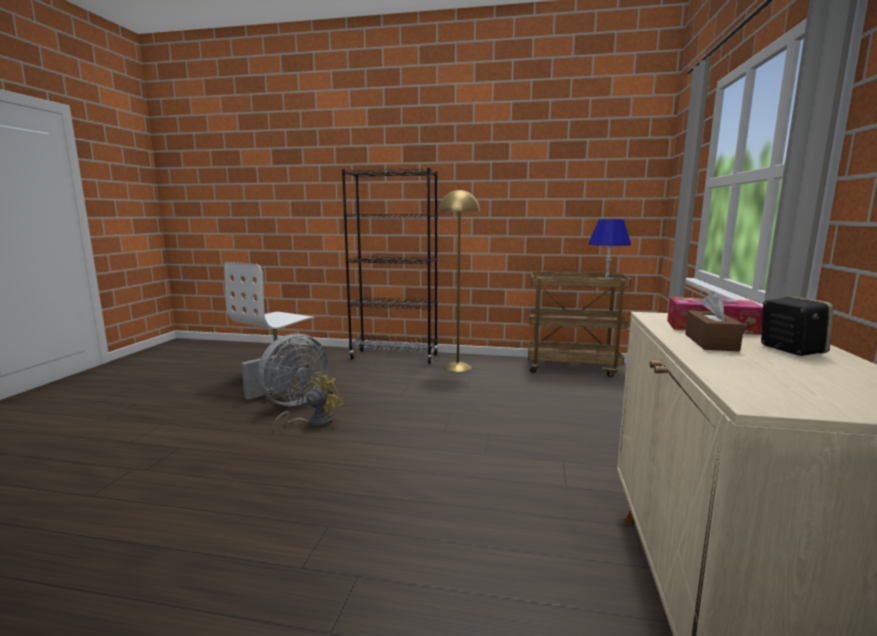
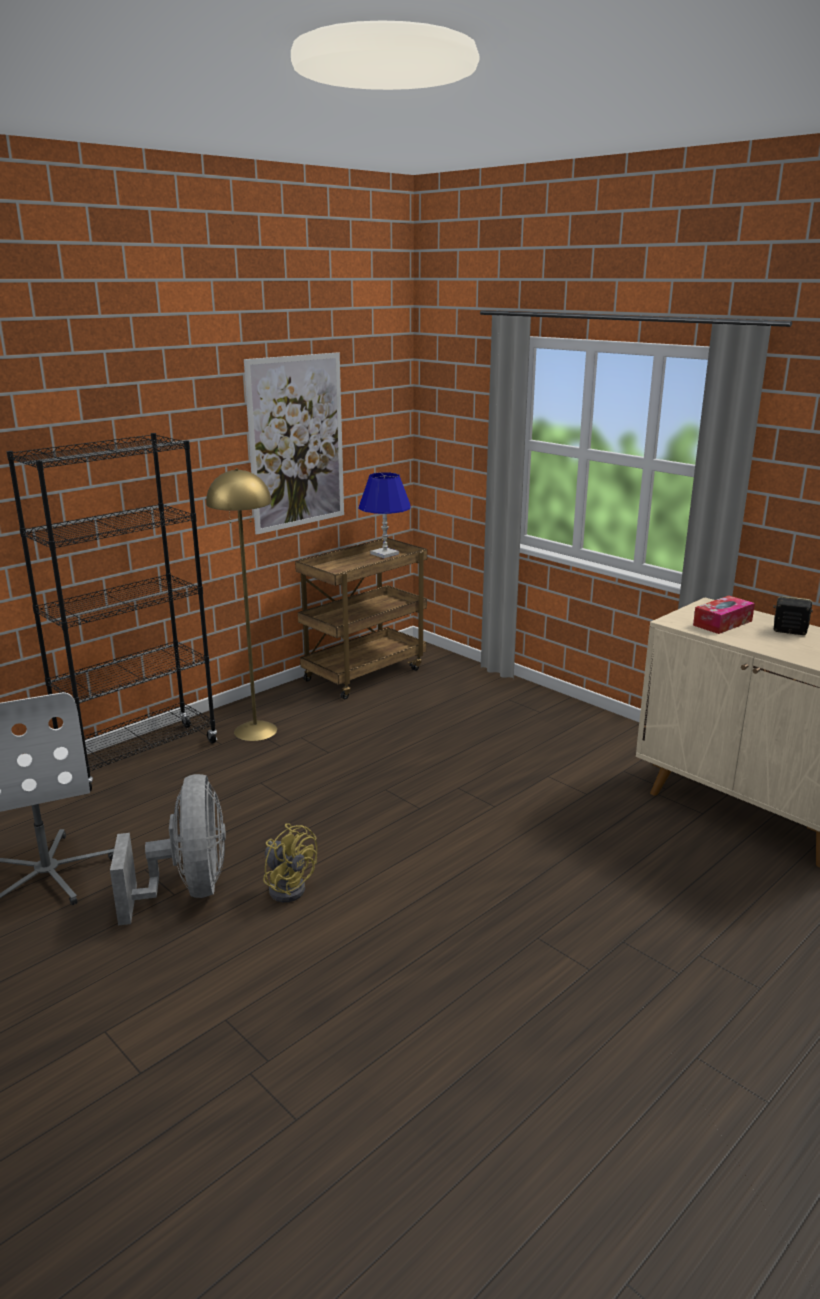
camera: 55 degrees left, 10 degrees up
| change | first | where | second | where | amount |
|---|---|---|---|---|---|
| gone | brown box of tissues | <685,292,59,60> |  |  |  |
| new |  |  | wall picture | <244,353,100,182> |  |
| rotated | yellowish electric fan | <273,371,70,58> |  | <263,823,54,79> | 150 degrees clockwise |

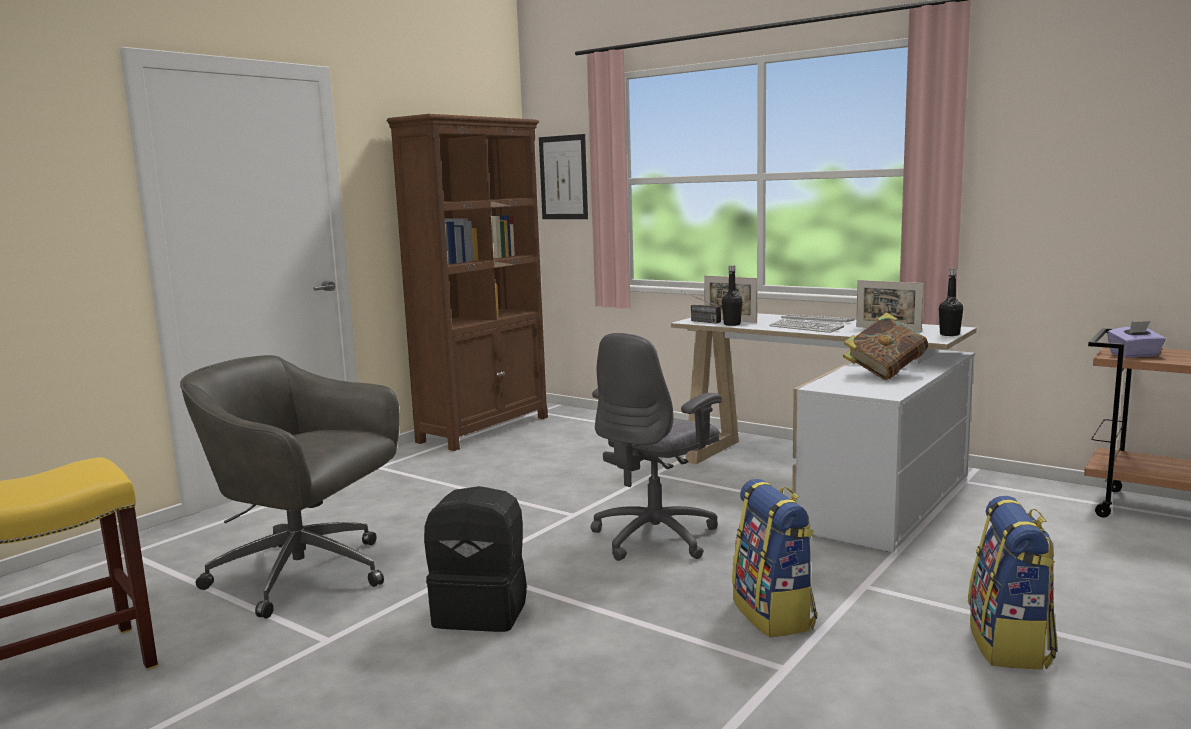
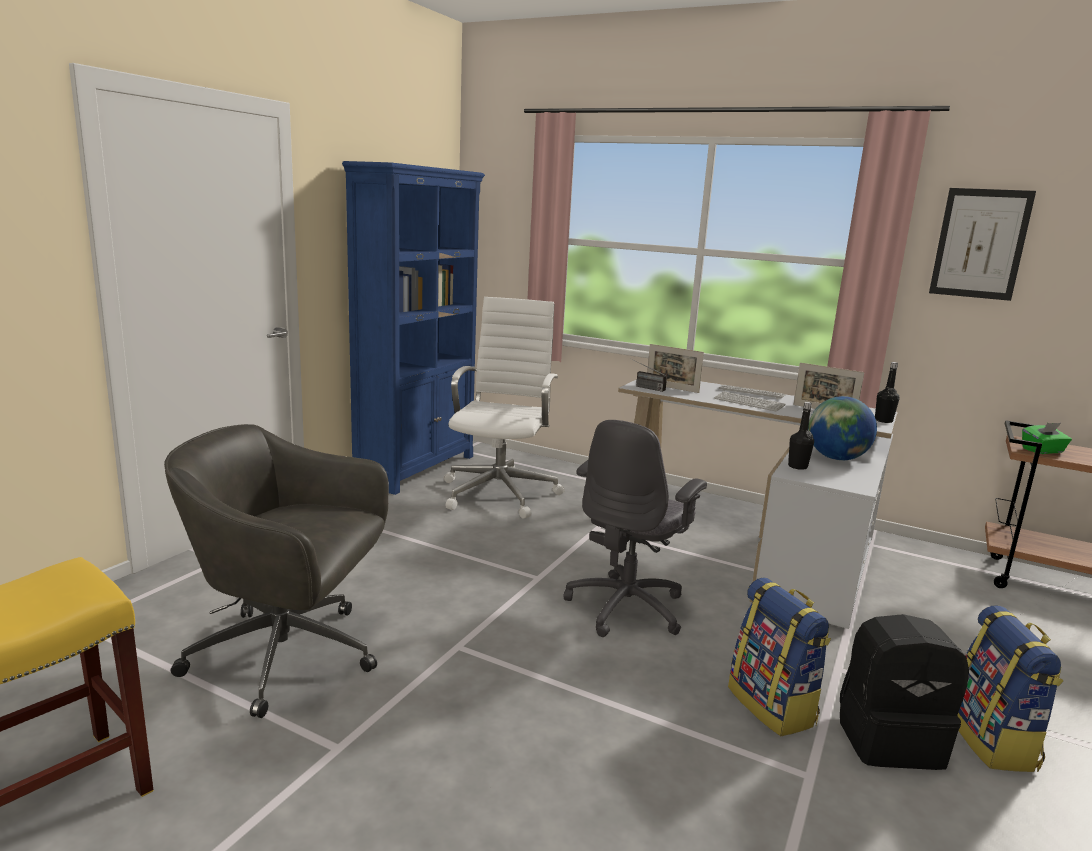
camera: 10 degrees left, 5 degrees up
| change | first | where | second | where | amount |
|---|---|---|---|---|---|
| new |  |  | white-coloured office chair | <444,297,121,222> |  |
| shifted | blackish rucksack | <424,486,103,146> |  | <840,614,129,156> |  |
| shifted | wall picture | <539,134,49,85> |  | <929,188,107,113> |  |
| shifted | blackish drink bottle | <722,266,20,60> |  | <788,402,26,68> |  |
| swapped | volume | <843,312,85,68> | world globe | <808,396,69,65> |  |
| repainted | brown bookshelf | <387,114,161,337> | bluish bookshelf | <342,161,143,334> |  |
| repainted | purple-coloured box of tissues | <1107,321,59,37> | green-coloured box of tissues | <1022,423,50,31> |  |

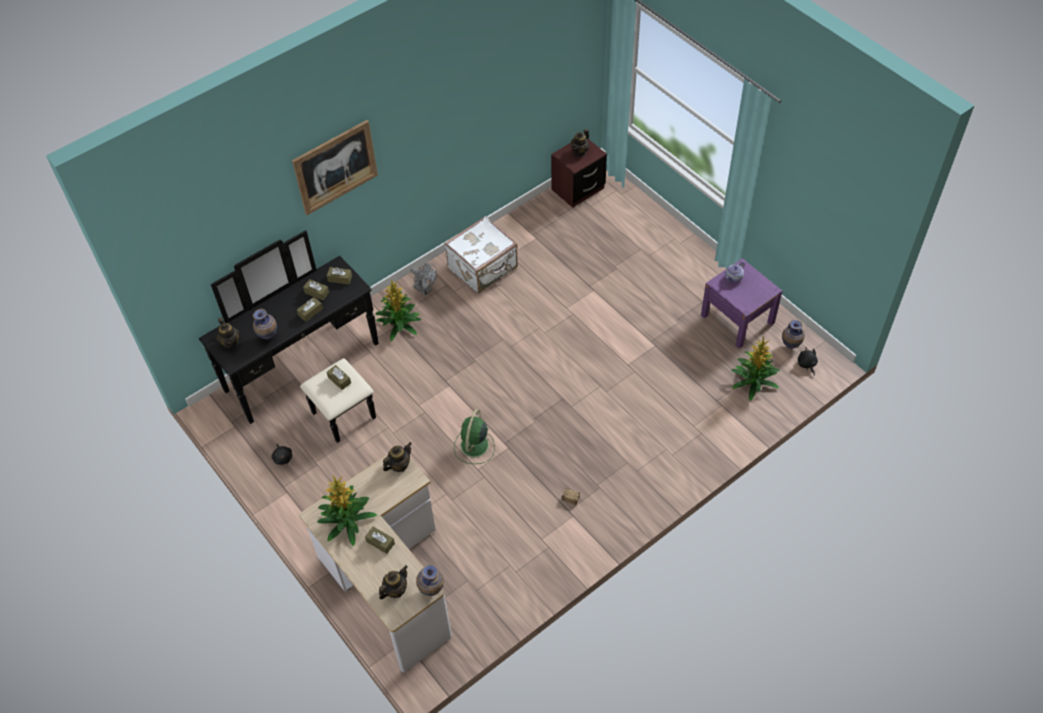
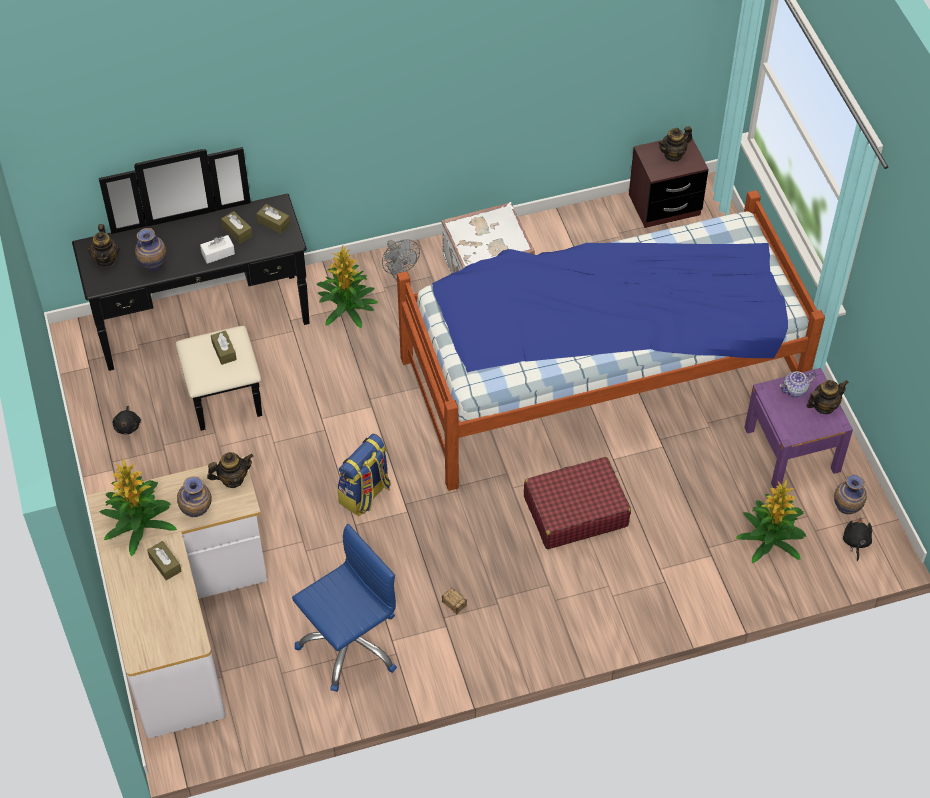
camera: 20 degrees right, 0 degrees up
| change | first | where | second | where | amount |
|---|---|---|---|---|---|
| gone | wall picture | <292,120,86,95> |  |  |  |
| new |  |  | bluish office chair | <292,524,105,168> |  |
| new |  |  | sleeping bed | <397,190,428,301> |  |
| new |  |  | red-coloured travel case | <524,457,107,92> |  |
| shifted | pot for tea | <379,565,29,34> |  | <807,380,42,34> |  |
| shifted | vase | <416,564,28,32> |  | <177,476,35,41> |  |
| swapped | green-coloured electric fan | <454,409,41,55> | rucksack | <338,434,53,82> |  |
| repainted | brown box of tissues | <297,297,26,25> | white-coloured box of tissues | <200,235,35,29> |  |

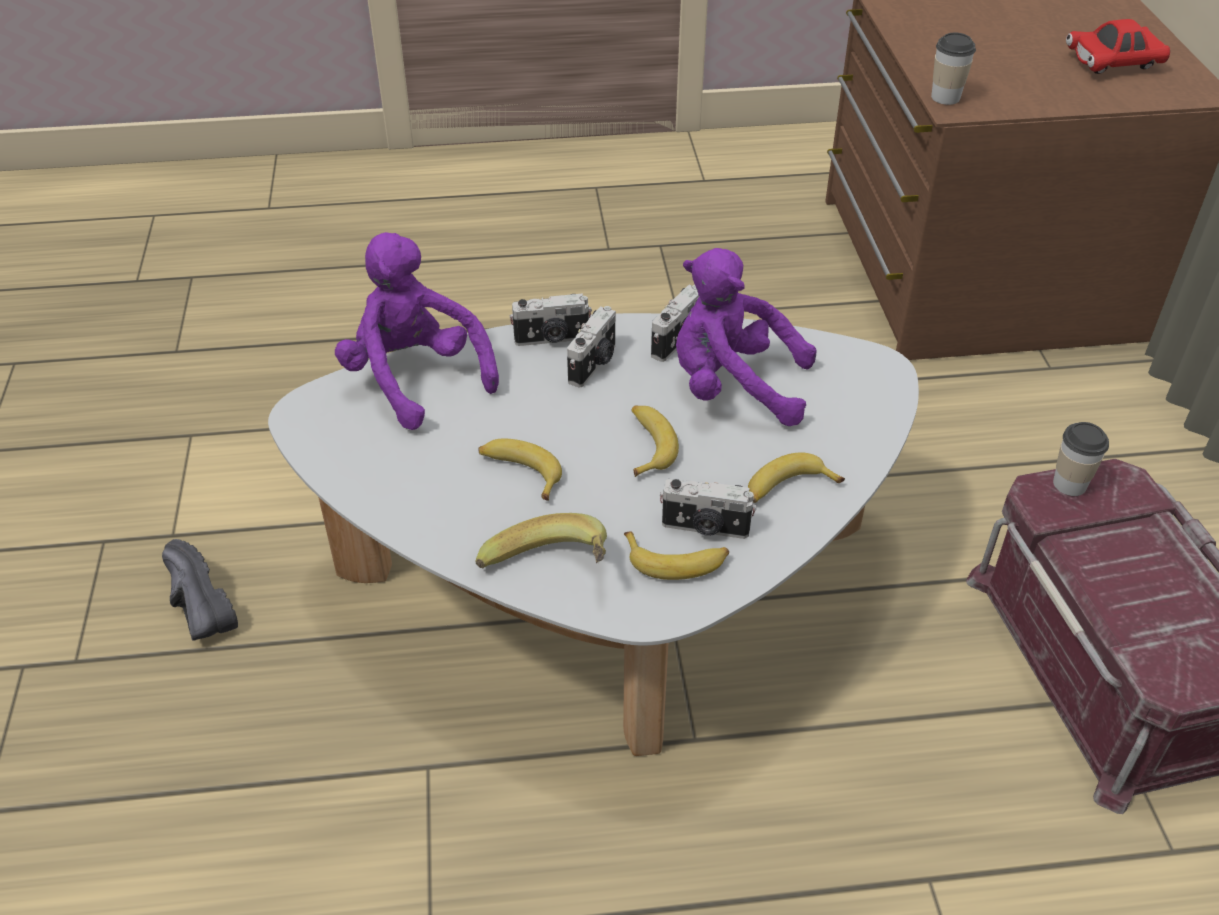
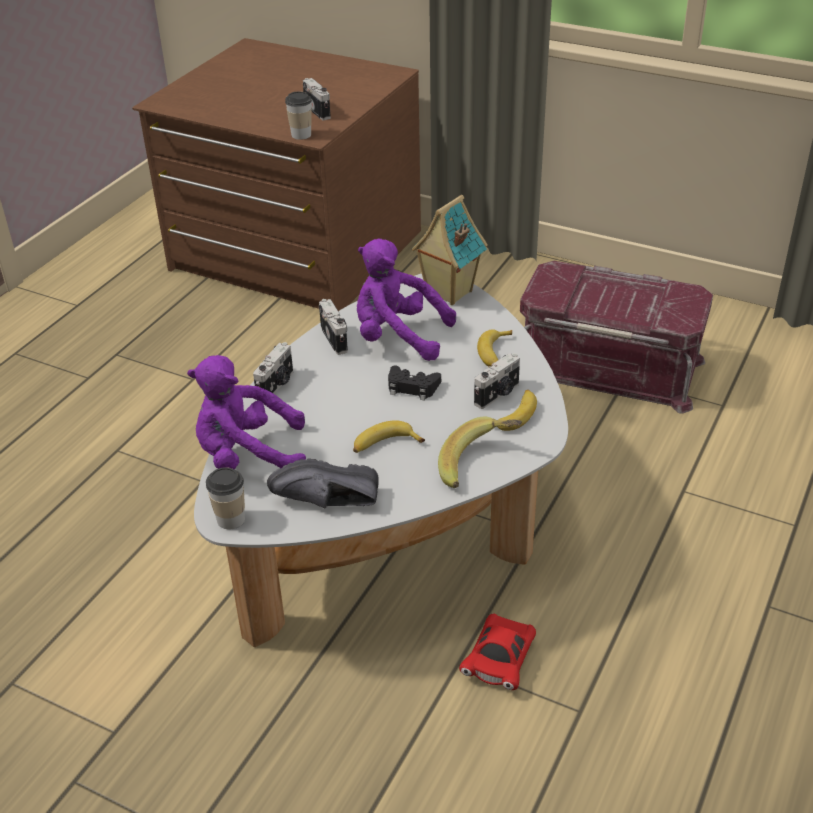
camera: 55 degrees left, 5 degrees down
| change | first | where | second | where | amount |
|---|---|---|---|---|---|
| new |  |  | model house | <412,195,76,110> |  |
| shifted | blackish low shoe | <162,539,76,101> |  | <267,459,112,49> |  |
| shifted | photo camera | <567,306,49,81> |  | <303,78,28,42> |  |
| shifted | cup | <1053,422,56,74> |  | <206,467,39,62> |  |
| shifted | red-coloured toy car | <1066,19,104,55> |  | <459,613,77,77> |  |
| swapped | whole banana | <632,405,47,72> | blackish gamepad | <388,366,53,35> |  |
| rotated | purple-coloured plush toy | <676,248,141,178> |  | <357,239,99,122> | 60 degrees clockwise |

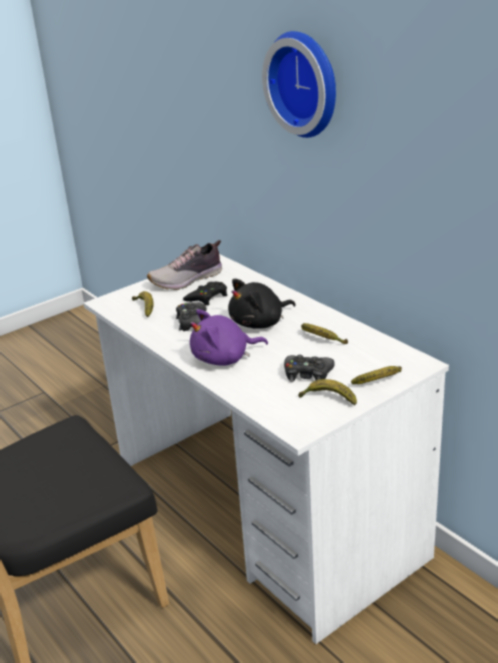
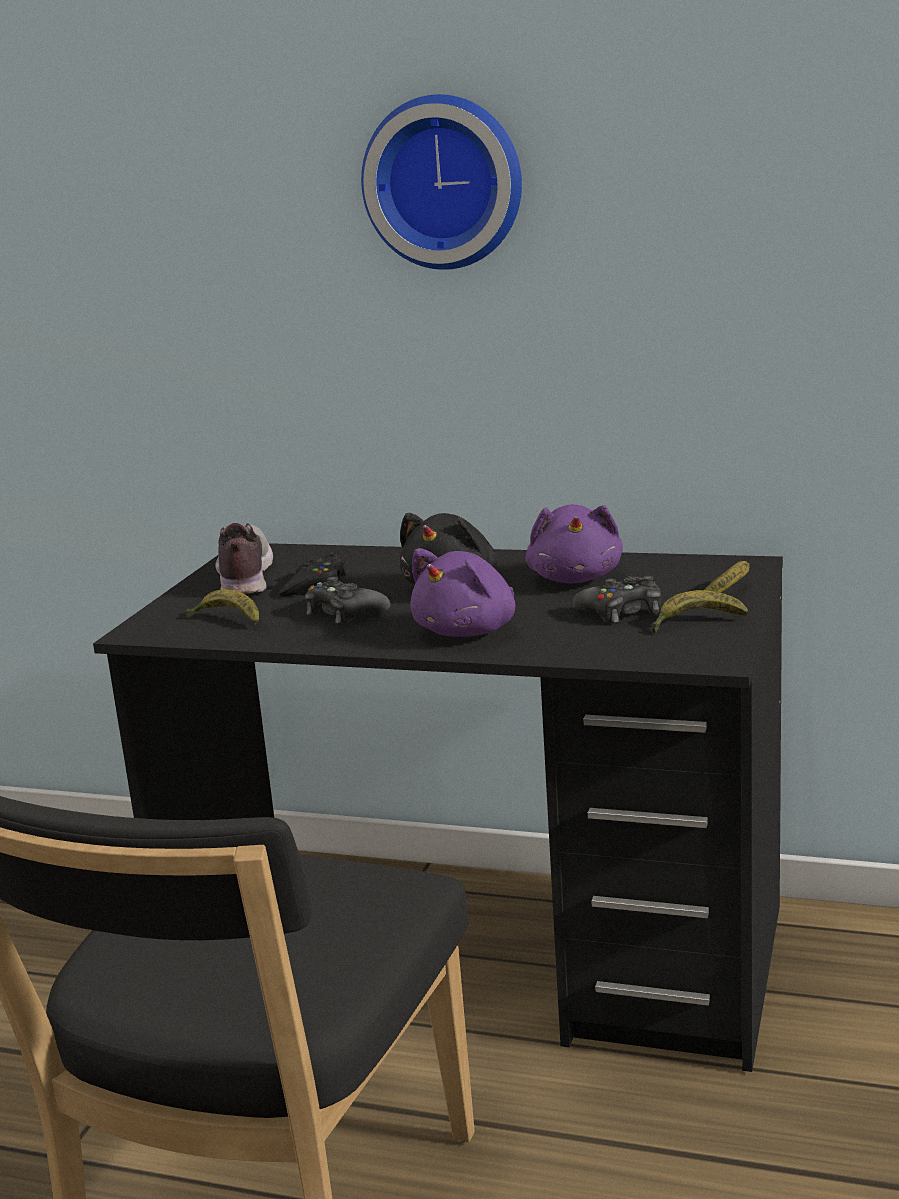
camera: 35 degrees left, 10 degrees down
| change | first | where | second | where | amount |
|---|---|---|---|---|---|
| swapped | whole banana | <301,323,47,21> | purple-coloured plush toy | <526,504,97,80> |  |
| repainted | white-coloured desk unit | <83,254,366,390> | blackish desk unit | <93,543,690,529> |  |
| rotated | low shoe | <147,240,75,50> |  | <215,523,58,71> | 150 degrees clockwise |

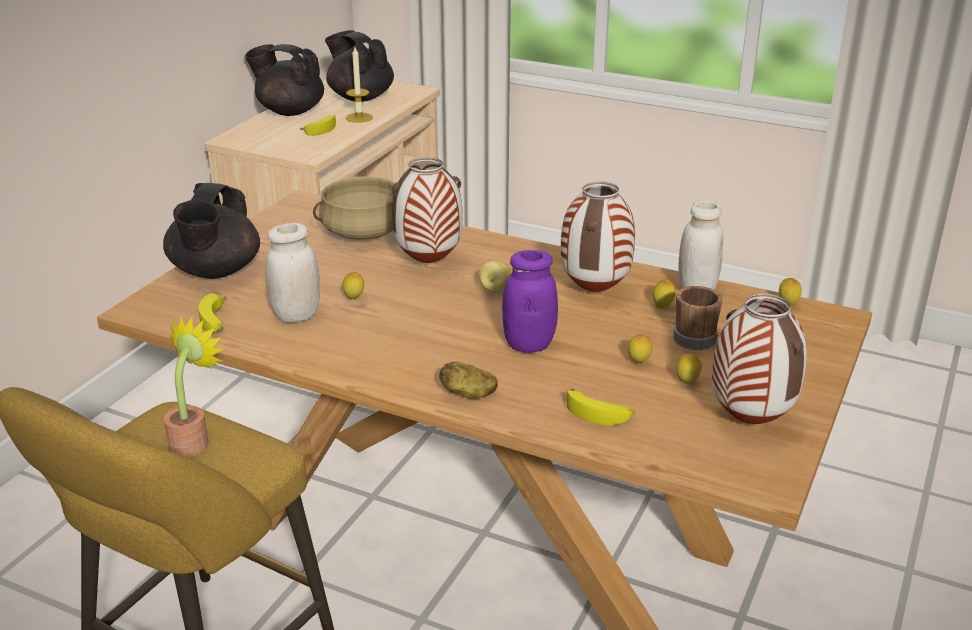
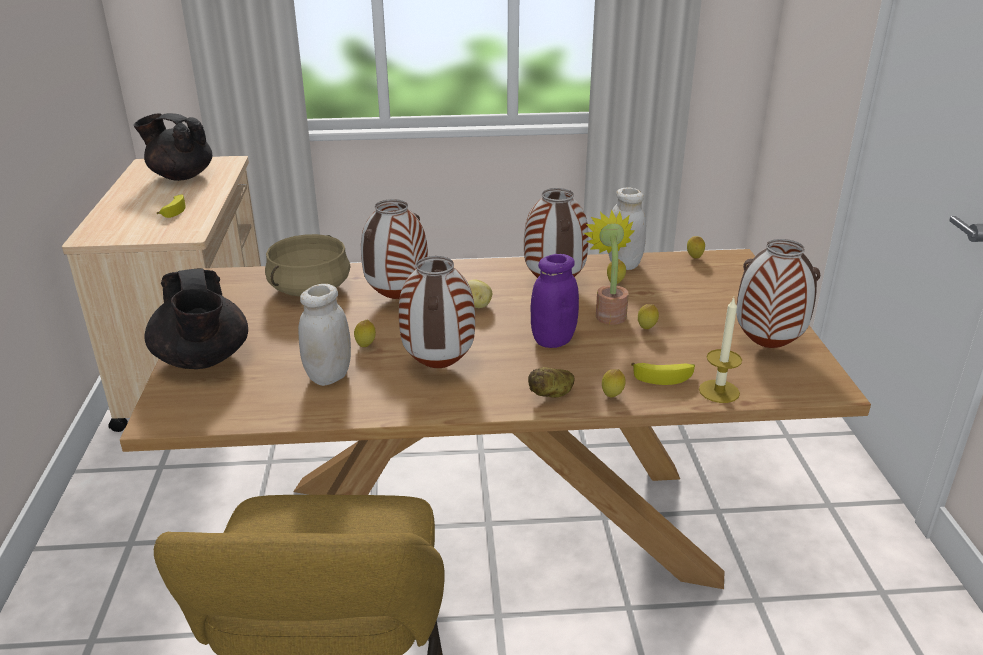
camera: 30 degrees left, 0 degrees up
| change | first | where | second | where | amount |
|---|---|---|---|---|---|
| gone | whole banana | <198,293,29,39> |  |  |  |
| gone | blackish pot for tea | <245,44,79,72> |  |  |  |
| gone | brown mug | <673,286,50,64> |  |  |  |
| new |  |  | vase | <399,256,76,112> |  |
| shifted | plant in a pot | <164,315,60,142> |  | <584,209,51,116> |  |
| shifted | wax light | <346,47,27,76> |  | <699,298,43,105> |  |
| shifted | lemon | <676,354,26,29> |  | <602,369,24,28> |  |

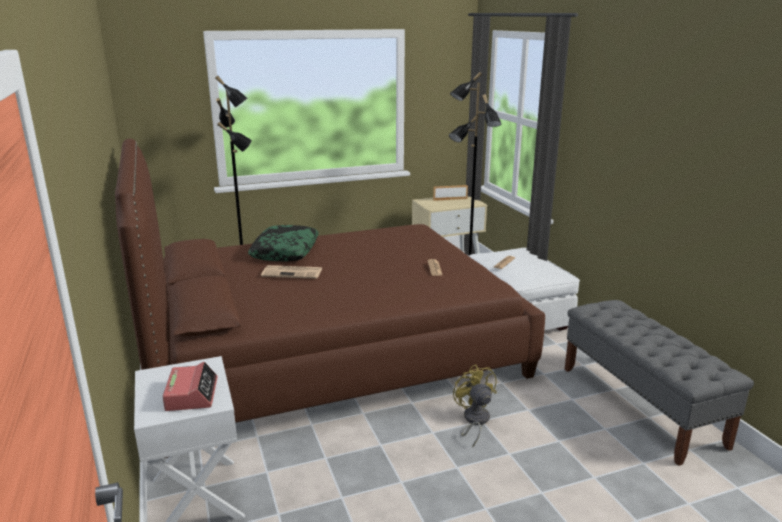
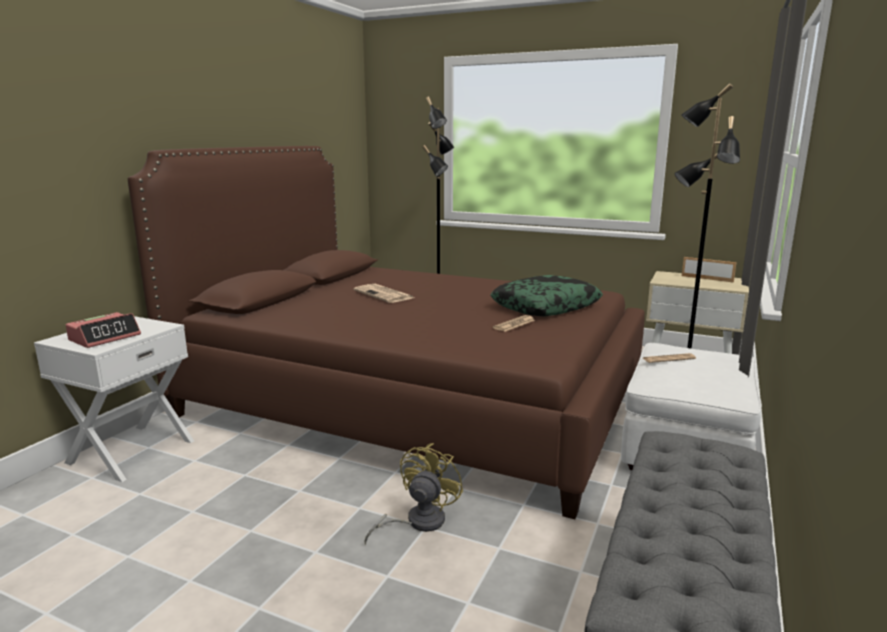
camera: 45 degrees right, 5 degrees down
| change | first | where | second | where | amount |
|---|---|---|---|---|---|
| shifted | pillow | <248,225,71,36> |  | <490,275,113,41> |  |

